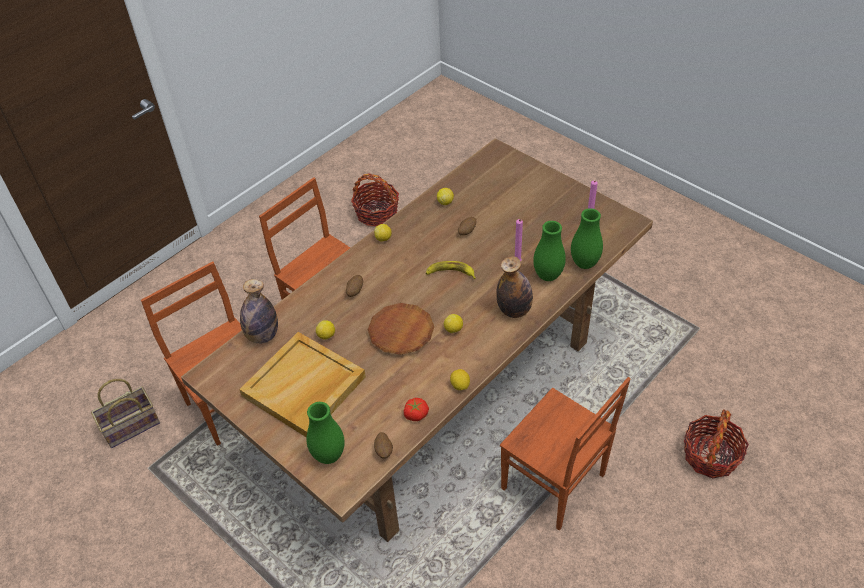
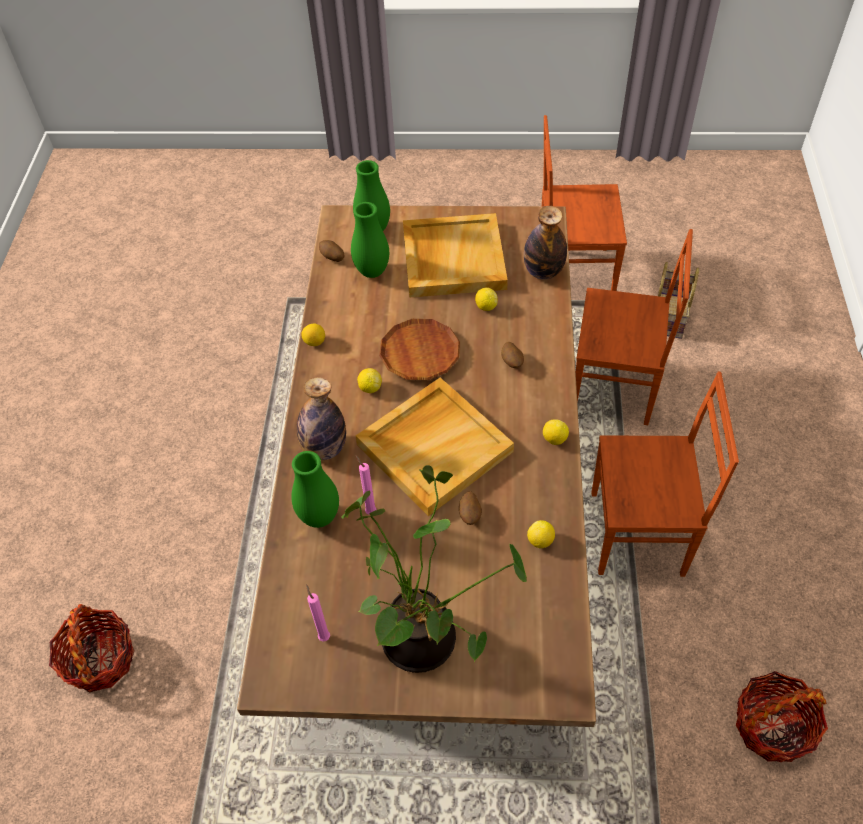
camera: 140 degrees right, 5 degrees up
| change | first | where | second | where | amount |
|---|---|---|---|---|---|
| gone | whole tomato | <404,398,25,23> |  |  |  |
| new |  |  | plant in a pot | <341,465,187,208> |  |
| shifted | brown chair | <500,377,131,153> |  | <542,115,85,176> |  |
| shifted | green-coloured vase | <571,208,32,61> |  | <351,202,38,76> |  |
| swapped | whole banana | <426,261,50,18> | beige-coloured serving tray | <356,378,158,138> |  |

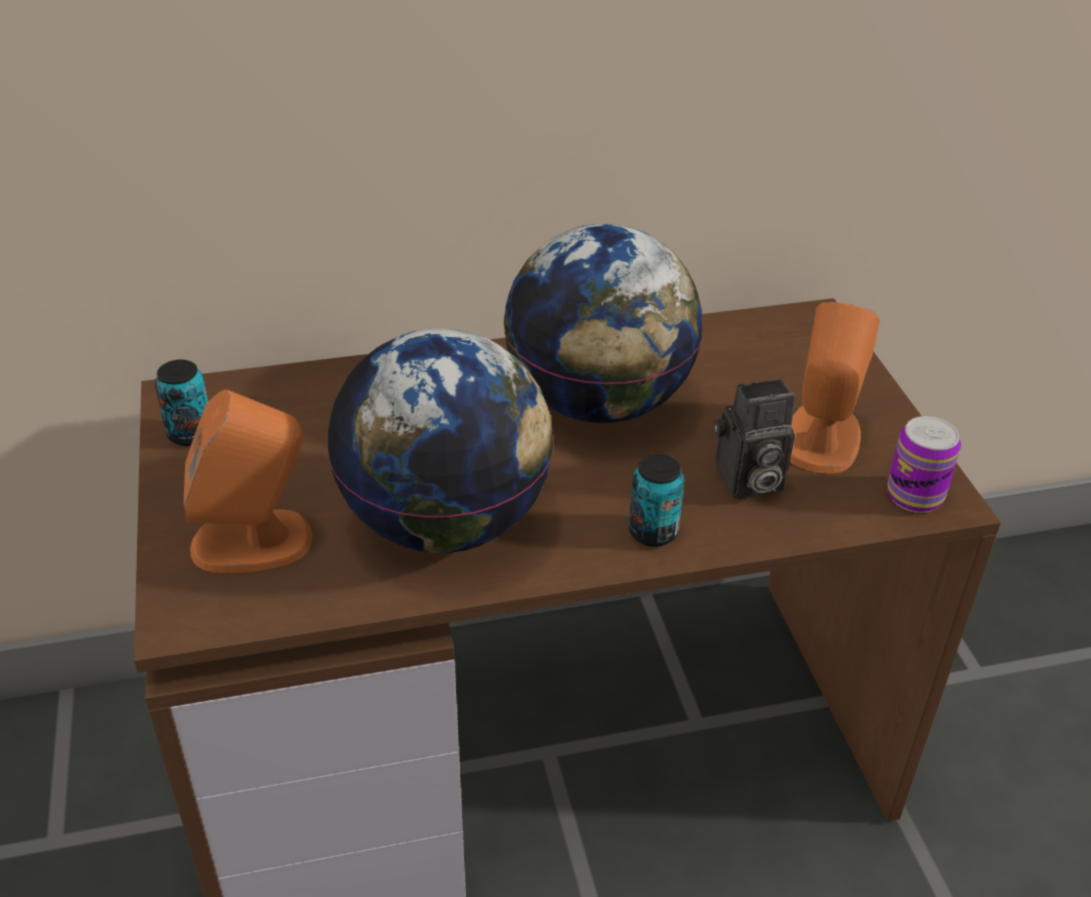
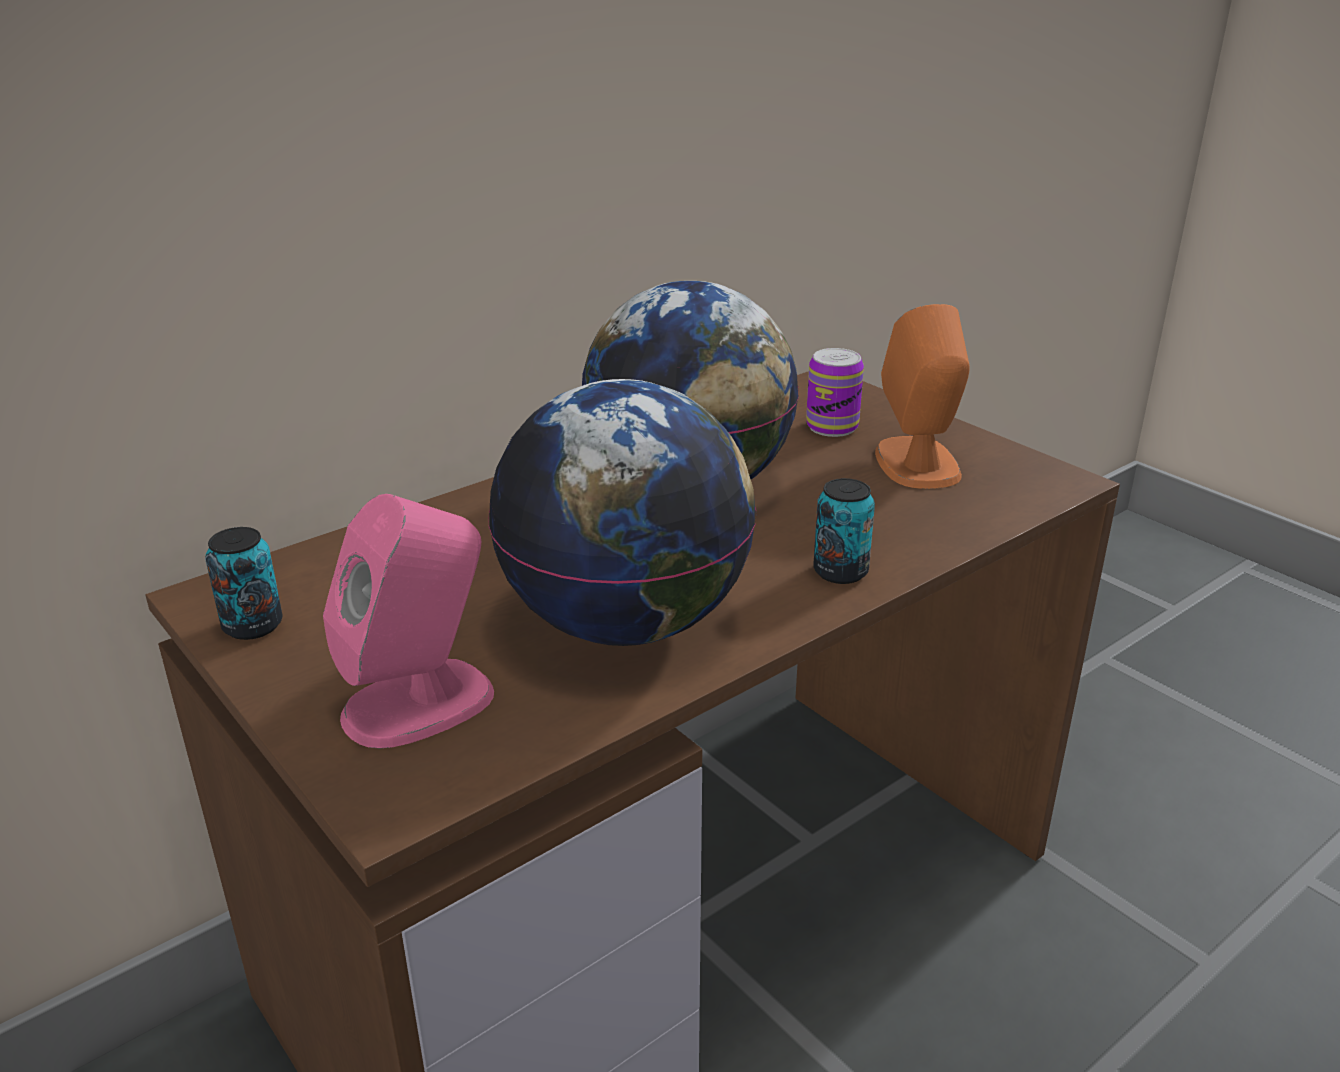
camera: 25 degrees left, 10 degrees down
| change | first | where | second | where | amount |
|---|---|---|---|---|---|
| gone | photo camera | <714,378,82,121> |  |  |  |
| shifted | can | <887,416,74,97> |  | <806,348,58,89> |  |
| repainted | orange-coloured speaker | <184,390,128,183> | pink speaker | <323,494,171,255> |  |

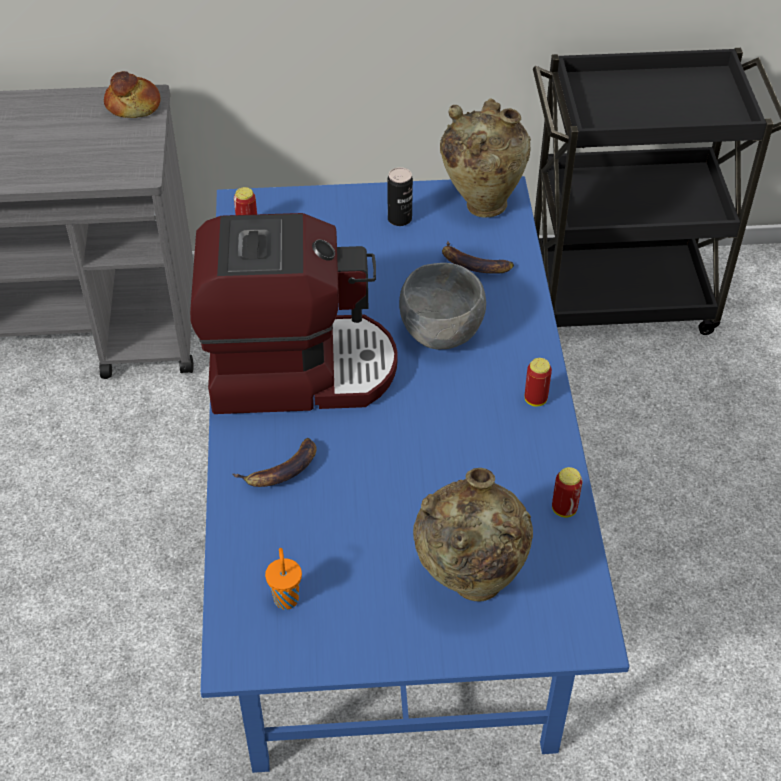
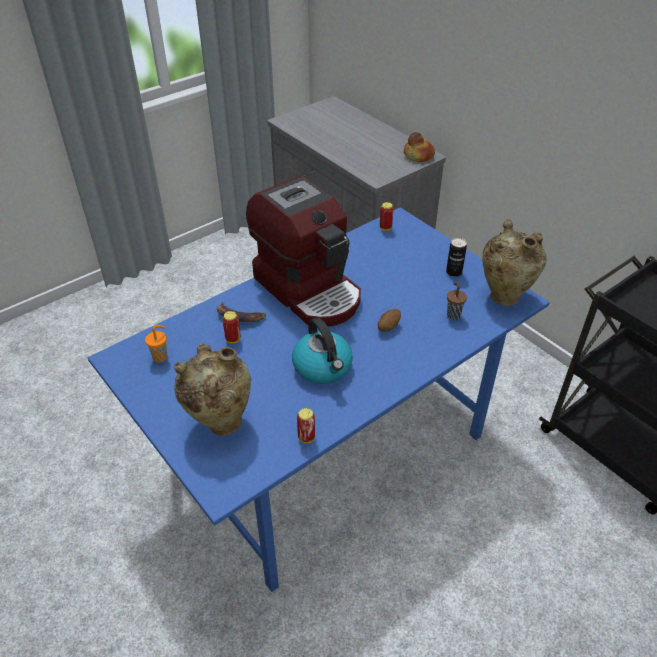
camera: 55 degrees right, 5 degrees down
| change | first | where | second | where | amount |
|---|---|---|---|---|---|
| new |  |  | water kettle | <292,318,61,66> |  |
| shifted | can | <525,358,27,49> |  | <223,311,18,32> |  |
| swapped | greyish deep dish | <399,263,87,86> | whole potato | <378,309,23,23> |  |
| swapped | whole banana | <442,241,72,33> | brown cup | <447,282,20,38> |  |

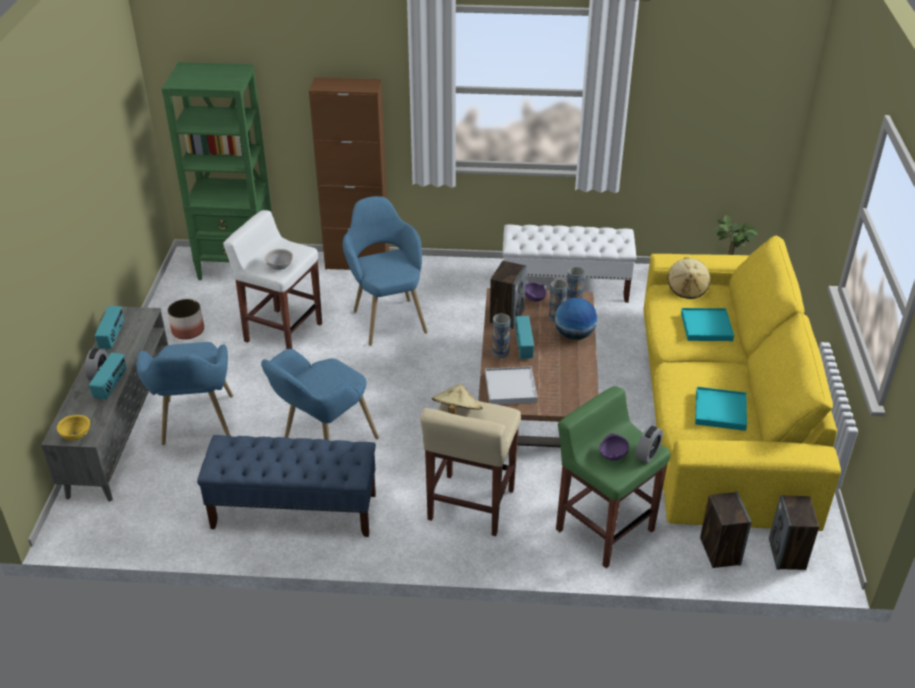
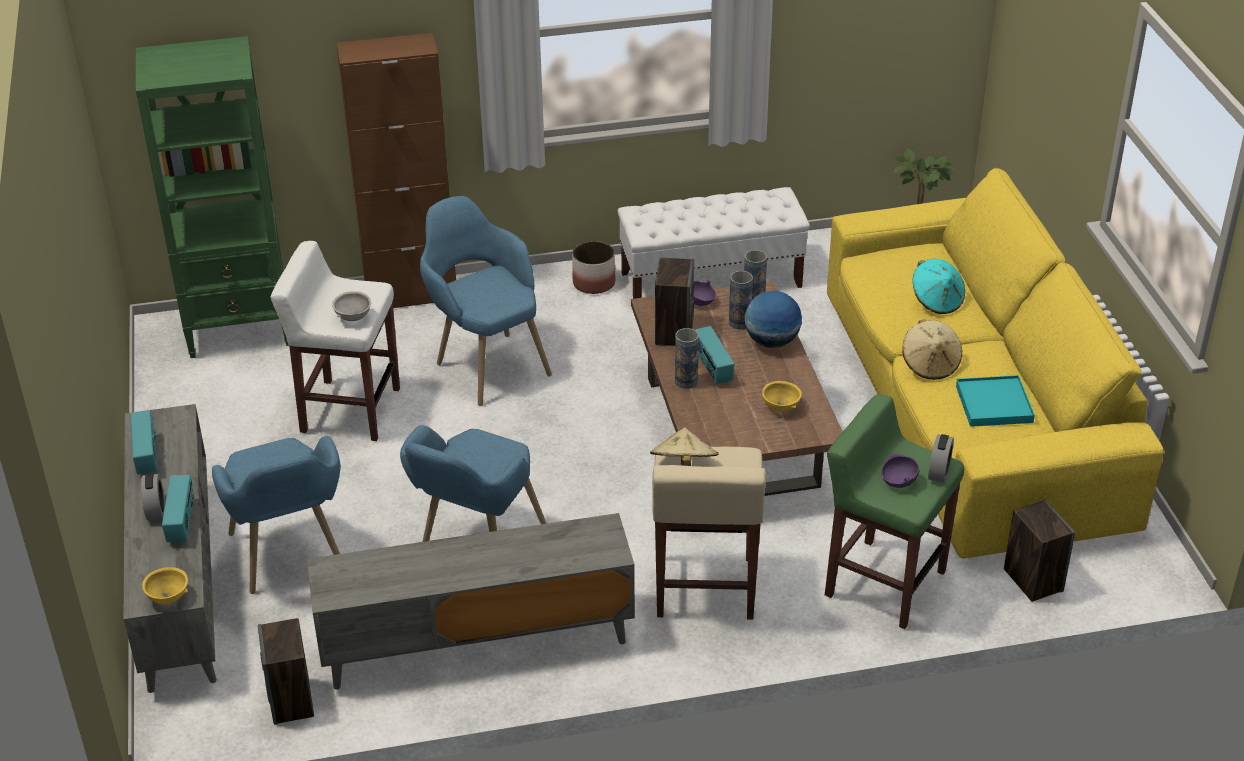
camera: 15 degrees left, 0 degrees up
| change | first | where | second | where | amount |
|---|---|---|---|---|---|
| gone | white-coloured serving tray | <485,366,53,39> |  |  |  |
| new |  |  | yellowish deep dish | <762,381,40,31> |  |
| shifted | flower pot | <167,299,37,41> |  | <572,241,43,53> |  |
| shifted | beige-coloured wearable hat | <667,257,43,42> |  | <902,319,60,61> |  |
| shifted | speaker | <769,495,50,75> |  | <258,618,56,107> |  |
| swapped | bluish indoor bench | <197,435,179,102> | greyish media console | <307,513,328,177> |  |
| swapped | turquoise-coloured serving tray | <681,308,53,33> | turquoise-coloured wearable hat | <913,258,52,56> |  |

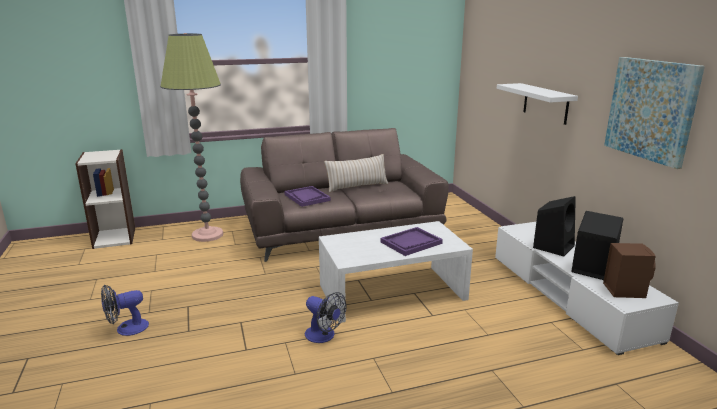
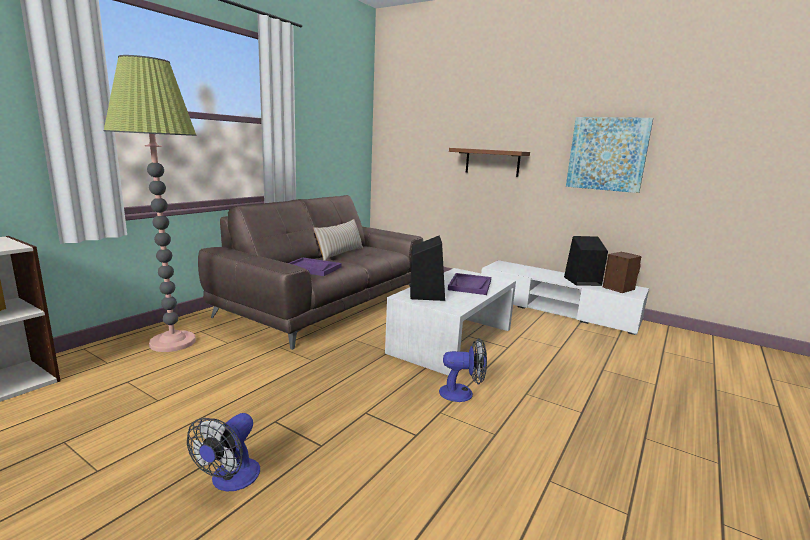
camera: 40 degrees left, 5 degrees down
| change | first | where | second | where | amount |
|---|---|---|---|---|---|
| shifted | blackish speaker | <533,196,43,60> |  | <410,235,35,66> |  |
| repainted | white-coloured shelf | <497,83,81,42> | brown shelf | <449,148,81,29> |  |

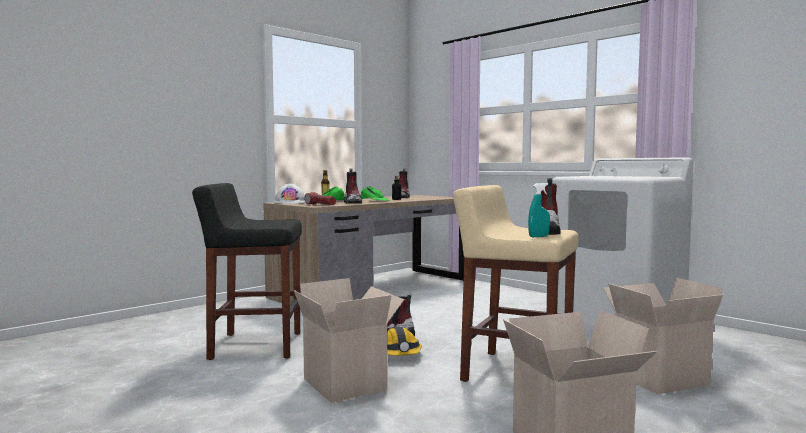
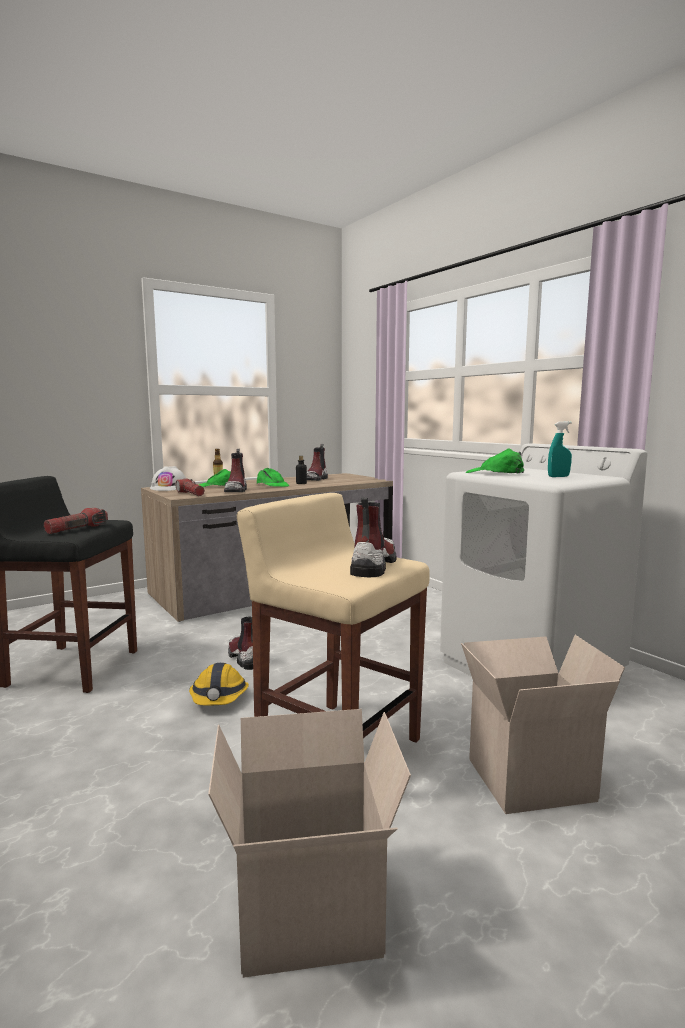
camera: 10 degrees right, 5 degrees up
| change | first | where | second | where | amount |
|---|---|---|---|---|---|
| gone | carton | <294,278,110,125> |  |  |  |
| new |  |  | flashlight | <44,508,64,26> |  |
| new |  |  | green-coloured cap | <466,448,58,25> |  |
| shifted | turquoise-coloured sprayer | <528,183,22,54> |  | <548,421,24,56> |  |

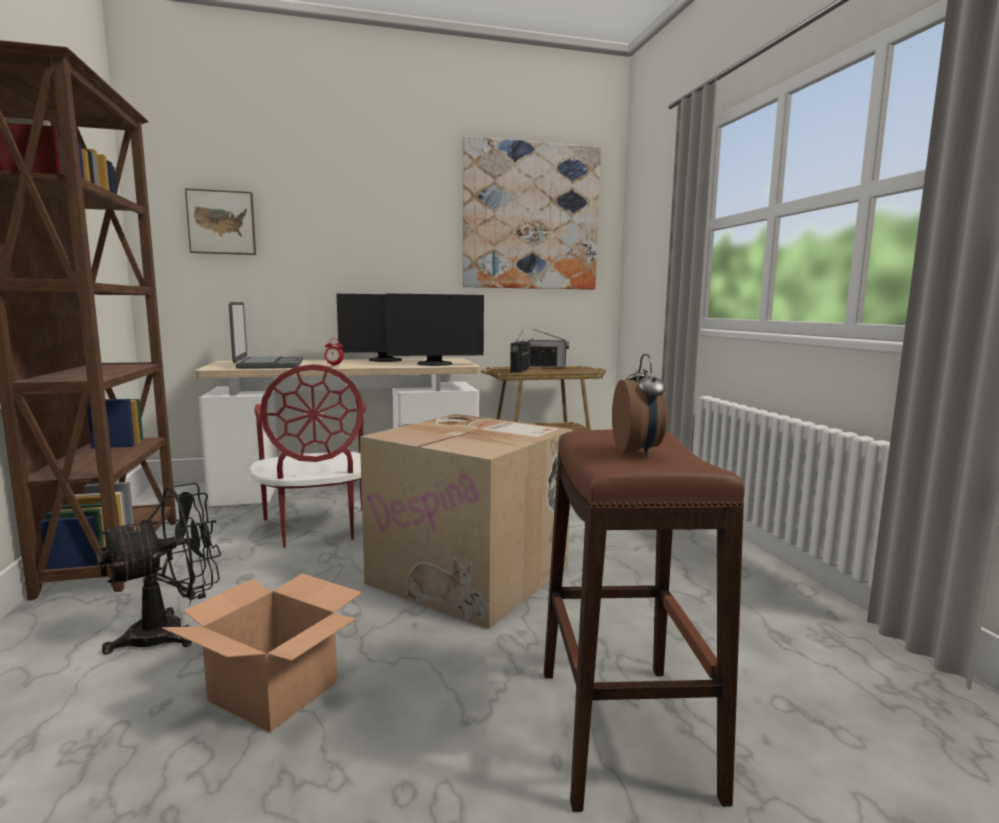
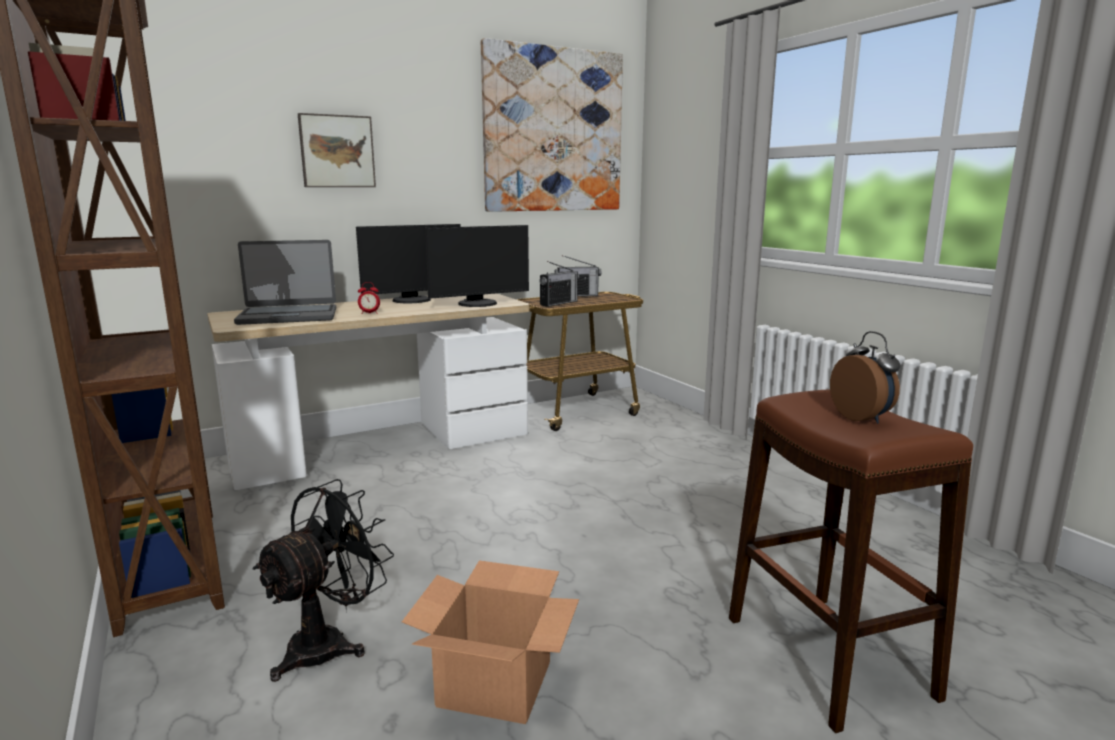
camera: 15 degrees left, 5 degrees up
| change | first | where | second | where | amount |
|---|---|---|---|---|---|
| gone | red-coloured chair | <249,364,117,183> |  |  |  |
| gone | carton | <360,414,212,215> |  |  |  |
| shifted | wall picture | <185,188,71,67> |  | <298,113,78,74> |  |
| rotated | portable computer | <229,302,74,67> |  | <234,240,102,85> | 105 degrees clockwise |
| rotated | radio set | <510,330,19,43> |  | <539,261,40,46> | 135 degrees counterclockwise |

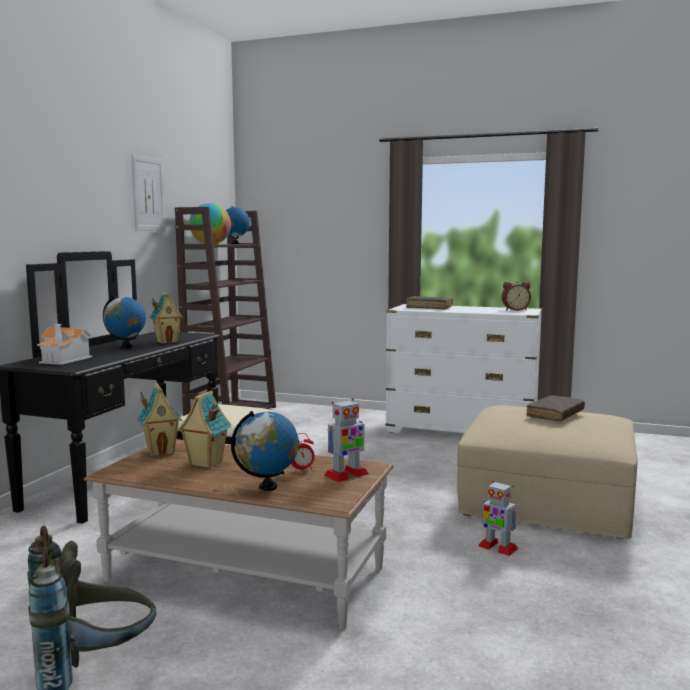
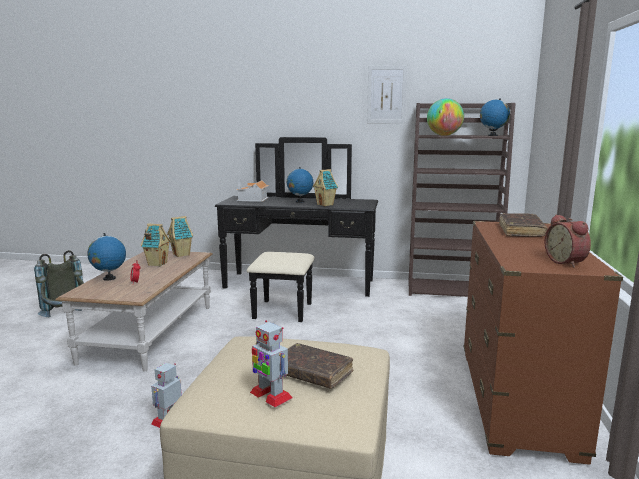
camera: 80 degrees right, 5 degrees up
| change | first | where | second | where | amount |
|---|---|---|---|---|---|
| shifted | model robot | <324,398,45,84> |  | <250,320,43,87> |  |
| repainted | white-coloured drawer chest | <385,304,157,129> | brown drawer chest | <464,221,159,244> |  |

